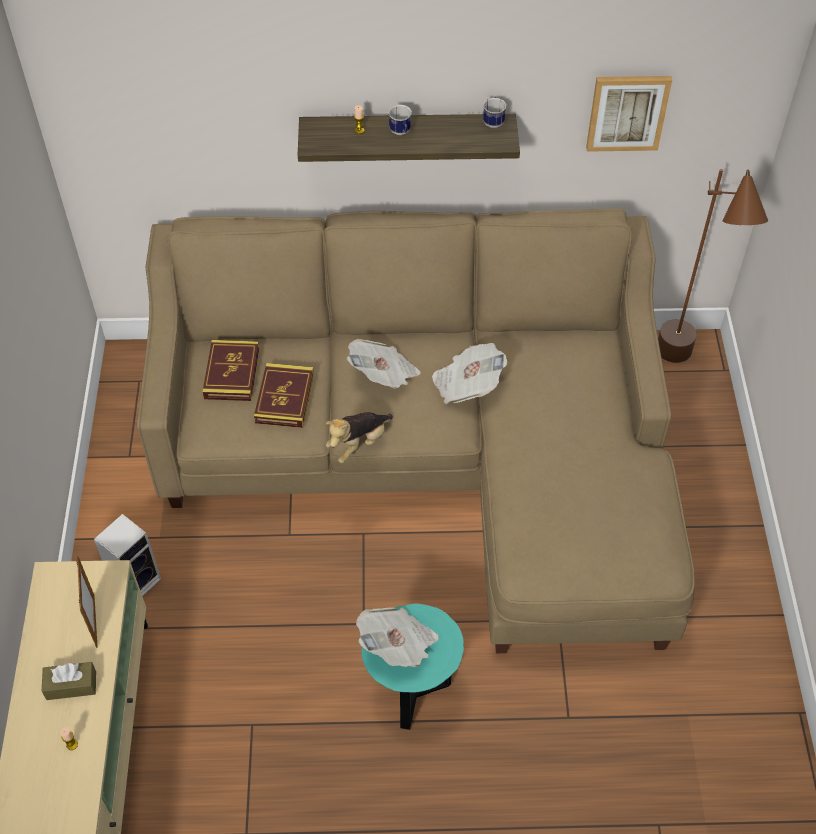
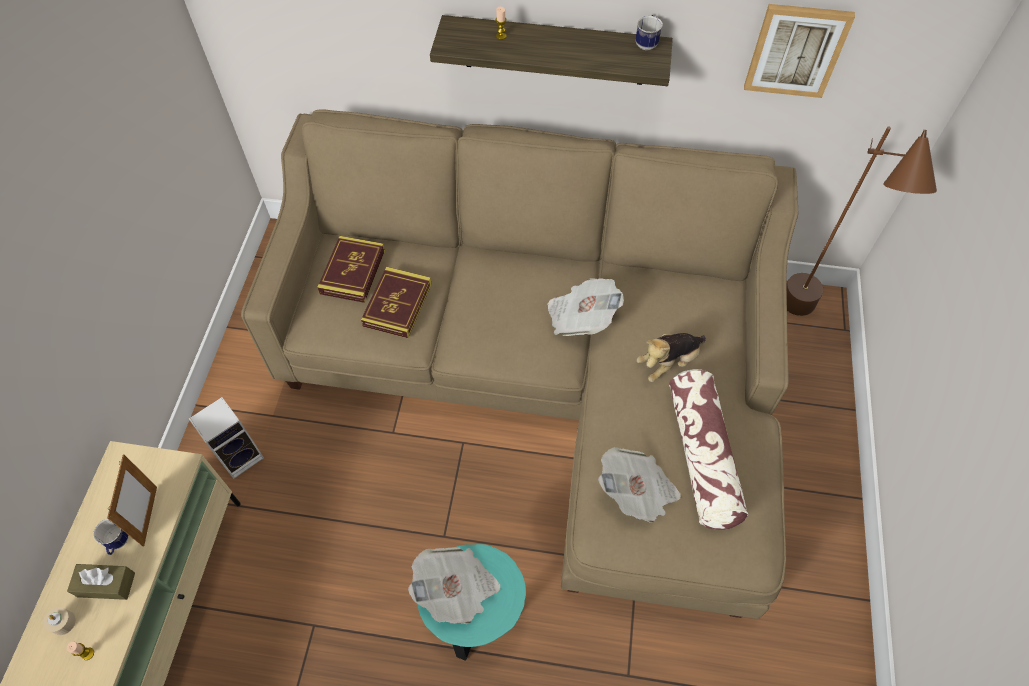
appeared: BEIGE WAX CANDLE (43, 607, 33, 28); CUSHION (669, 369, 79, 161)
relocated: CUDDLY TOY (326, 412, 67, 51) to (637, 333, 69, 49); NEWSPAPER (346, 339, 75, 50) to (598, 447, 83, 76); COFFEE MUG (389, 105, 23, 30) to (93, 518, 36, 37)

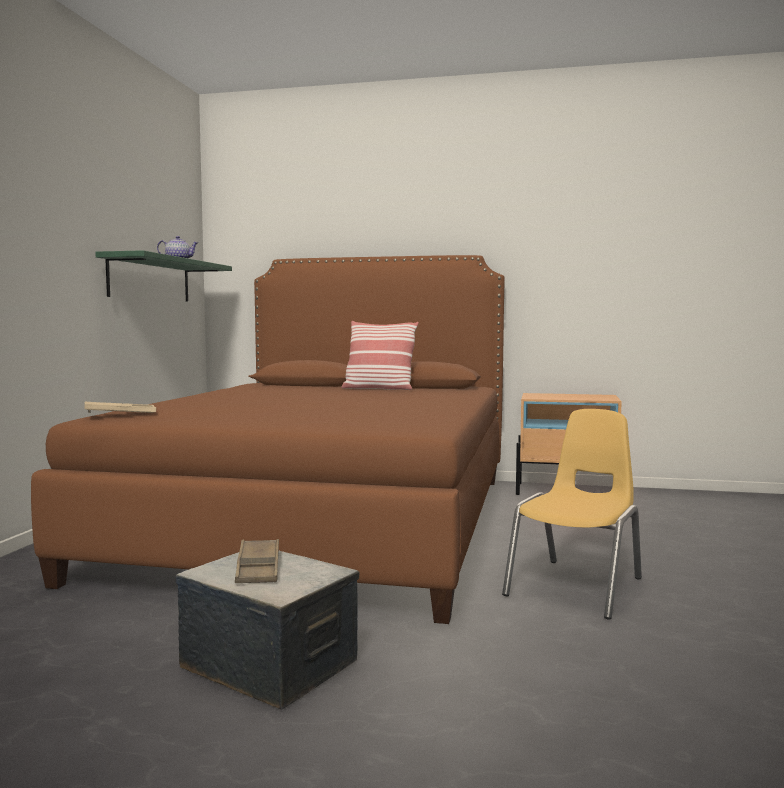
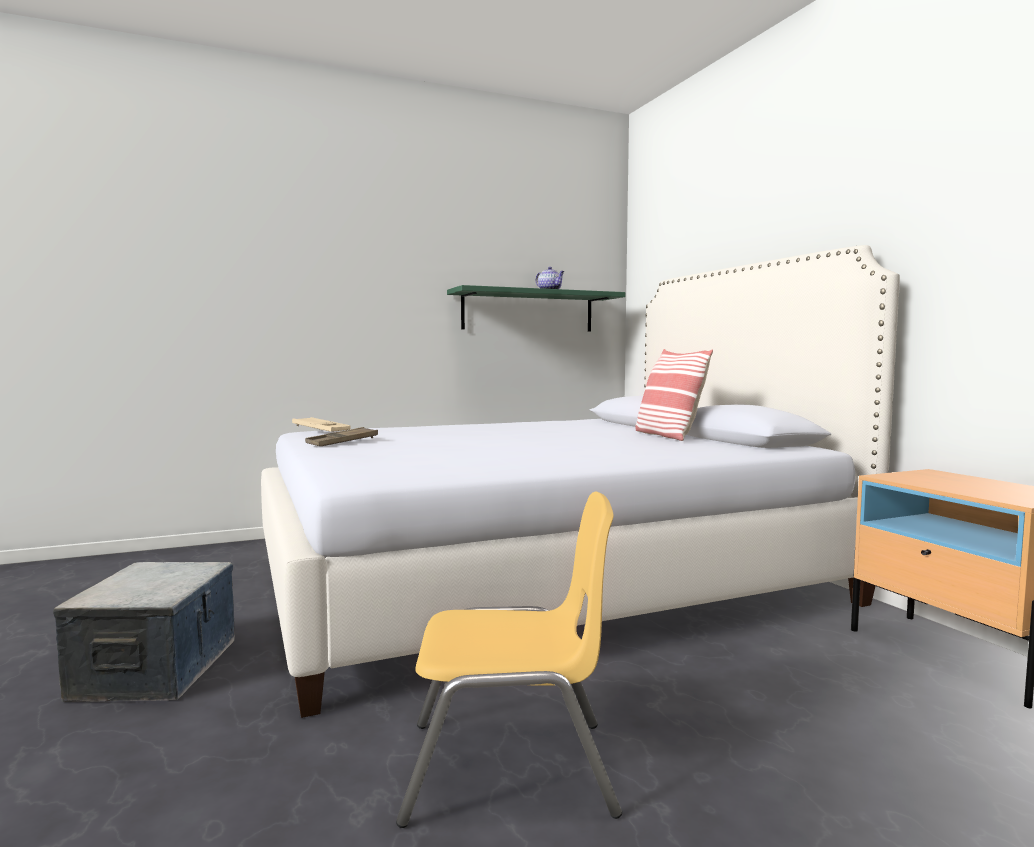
relocated: BROWN TRAY (235, 539, 44, 44) to (305, 427, 73, 19)
colour: BROWN BED (31, 255, 474, 369) to WHITE-COLOURED BED (261, 245, 639, 473)

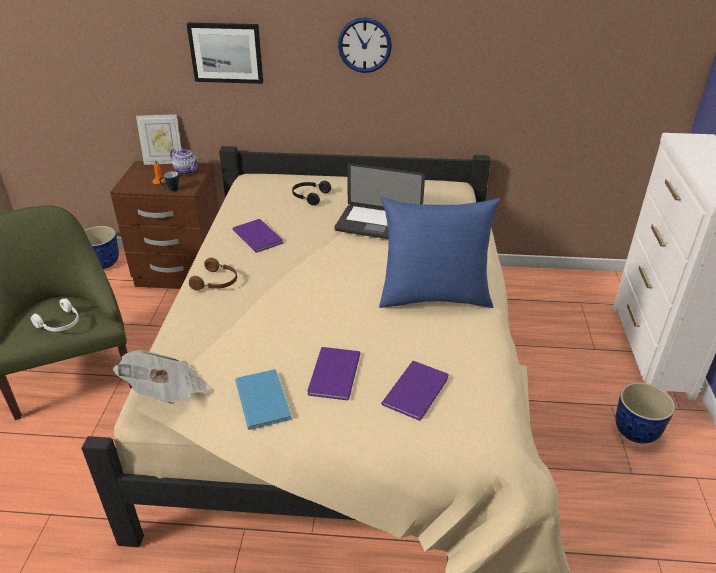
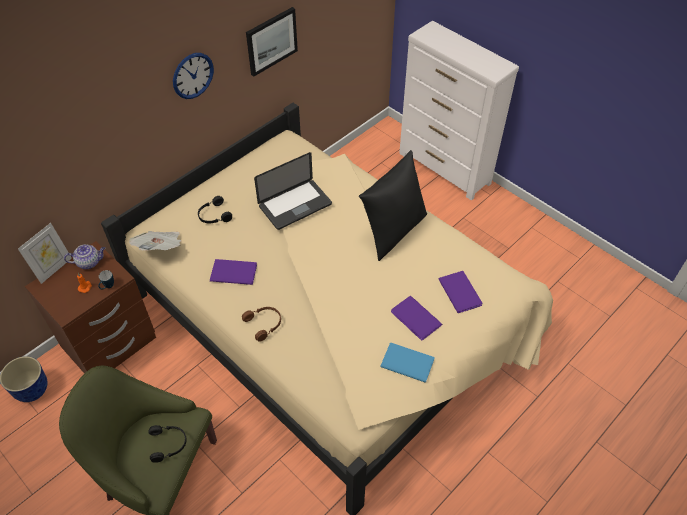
missing: FLOWER POT (615, 382, 60, 62)
relocated: NEWSPAPER (113, 350, 98, 54) to (129, 231, 53, 19); WALL ART (187, 23, 76, 61) to (246, 7, 52, 69)
colour: WHITE-COLOURED HEADPHONES (31, 298, 48, 34) to BLACKISH HEADPHONES (148, 425, 39, 38); BLUISH CUSHION (379, 198, 121, 110) to BLACKISH CUSHION (359, 150, 68, 111)

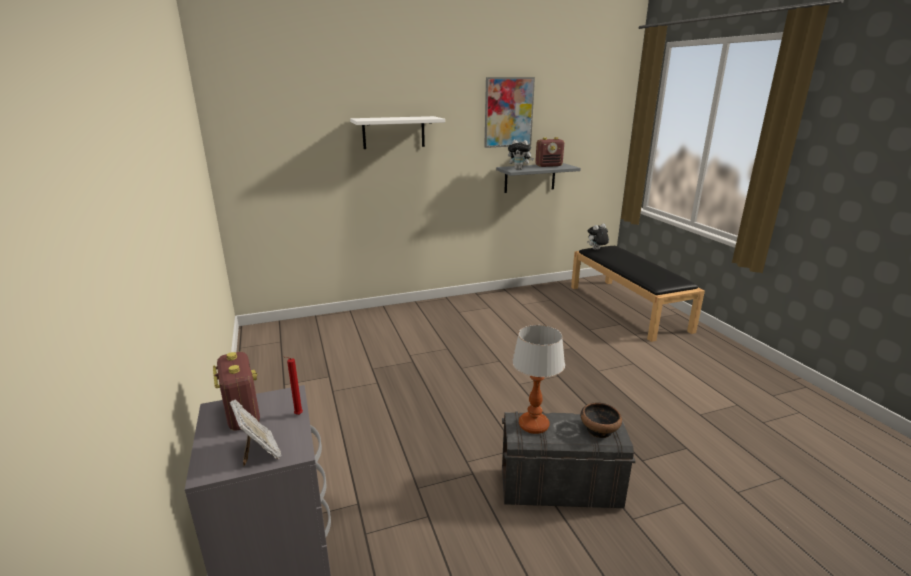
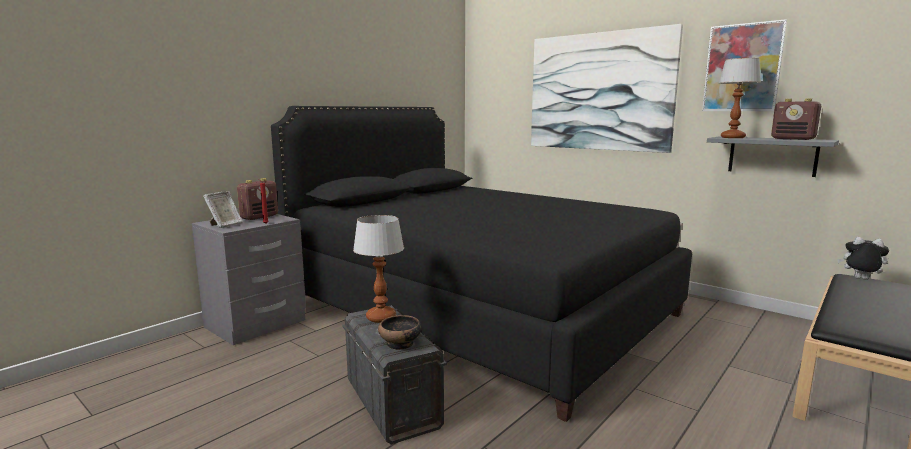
appeared: BLACKISH BED (271, 106, 421, 316)
exchanged: WHITE-COLOURED BRACKET SHELF (350, 116, 95, 33) to WALL ART (531, 24, 152, 129); CUDDLY TOY (508, 140, 26, 30) to TABLETOP LAMP (719, 58, 42, 80)

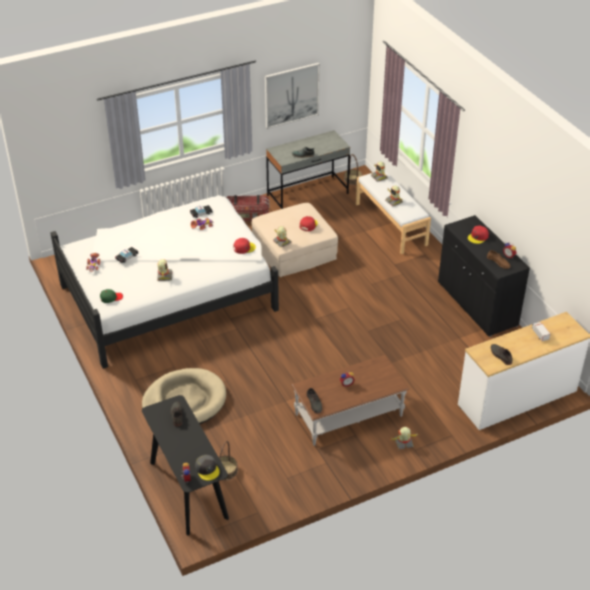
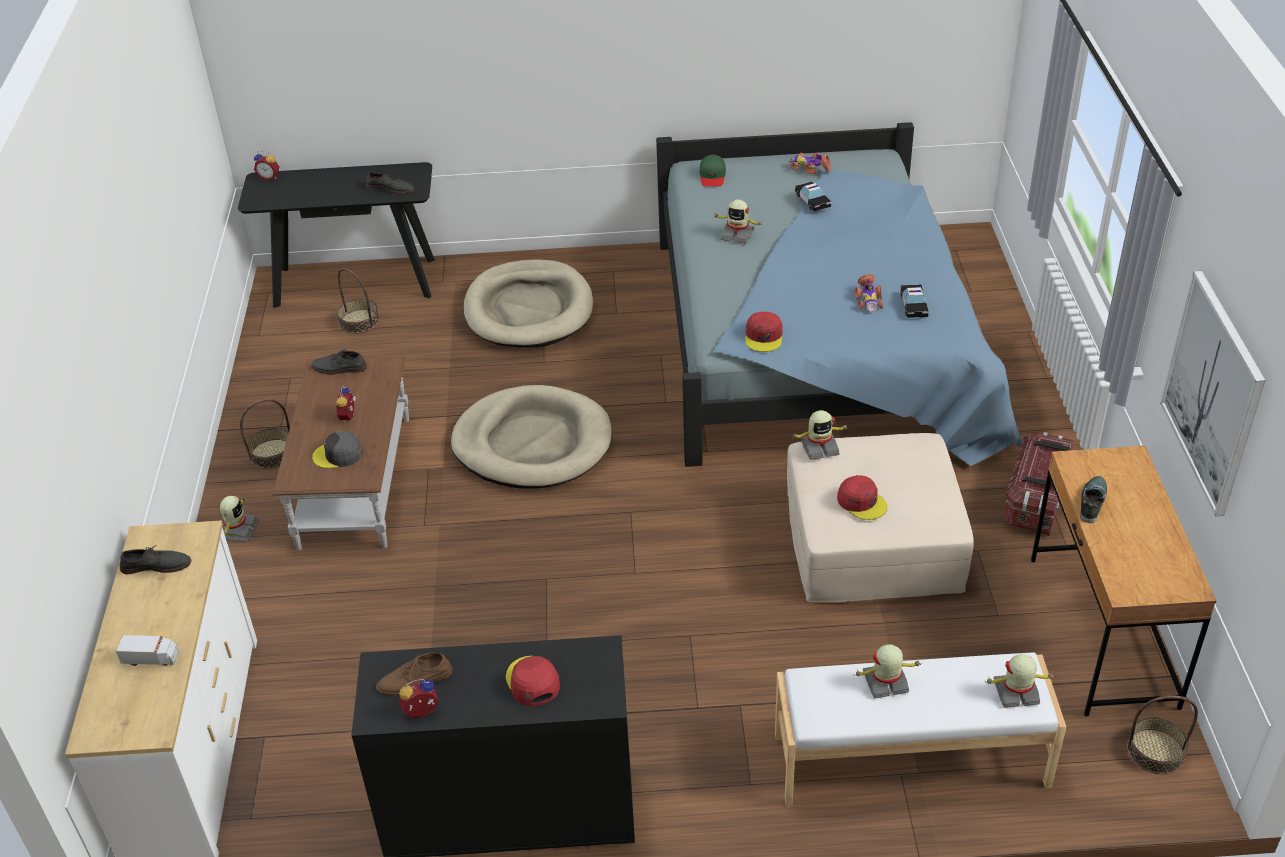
appeared: BASKET (240, 399, 50, 70); BEIGE DOG BED (451, 385, 161, 104)
relocated: GREY BASEBALL CAP (195, 455, 25, 26) to (312, 431, 51, 37)
colour: WHITE-COLOURED BED (50, 195, 229, 174) to BLUISH BED (656, 122, 366, 345); GREY DESK TABLE (266, 130, 84, 79) to BROWN DESK TABLE (1031, 446, 185, 270)

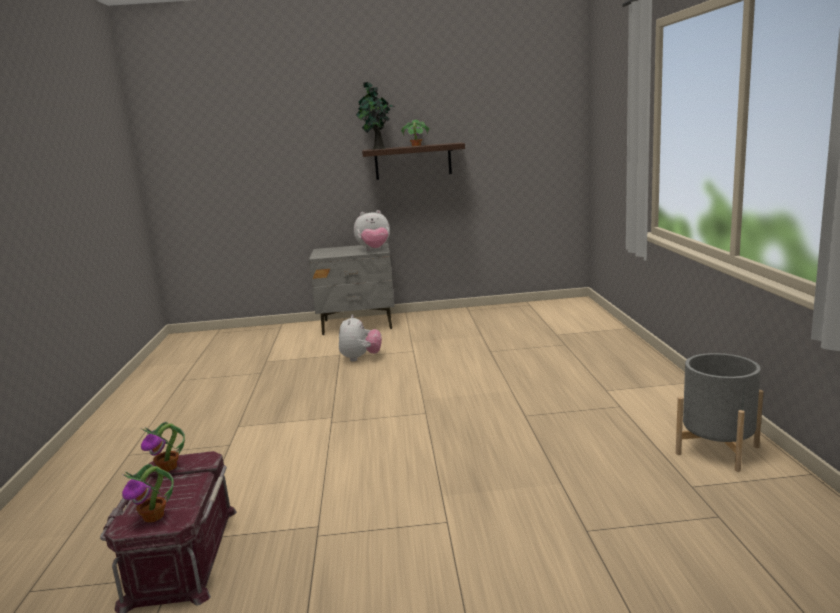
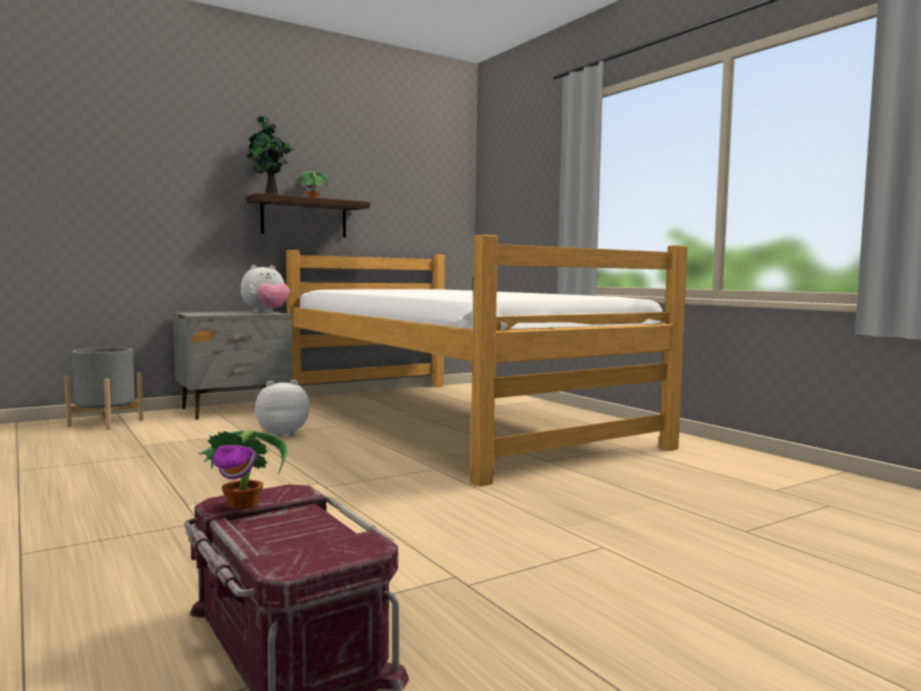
missing: POTTED PLANT (122, 464, 52, 58)
appeared: BED (286, 235, 402, 252)
relocated: GREY FLOWER POT (676, 353, 87, 119) to (64, 347, 79, 83)
spun: CUDDLY TOY (339, 315, 43, 47) = (255, 380, 55, 57) 90 degrees counterclockwise

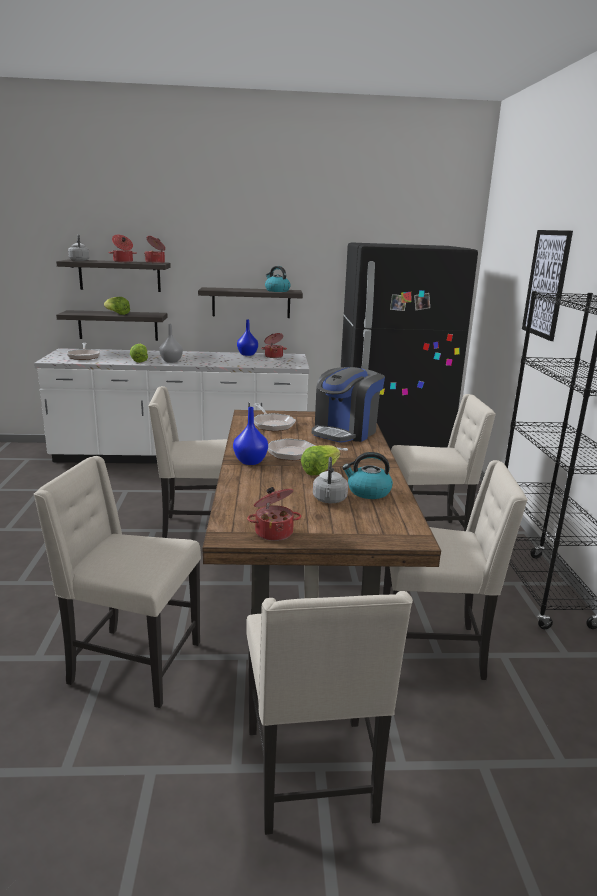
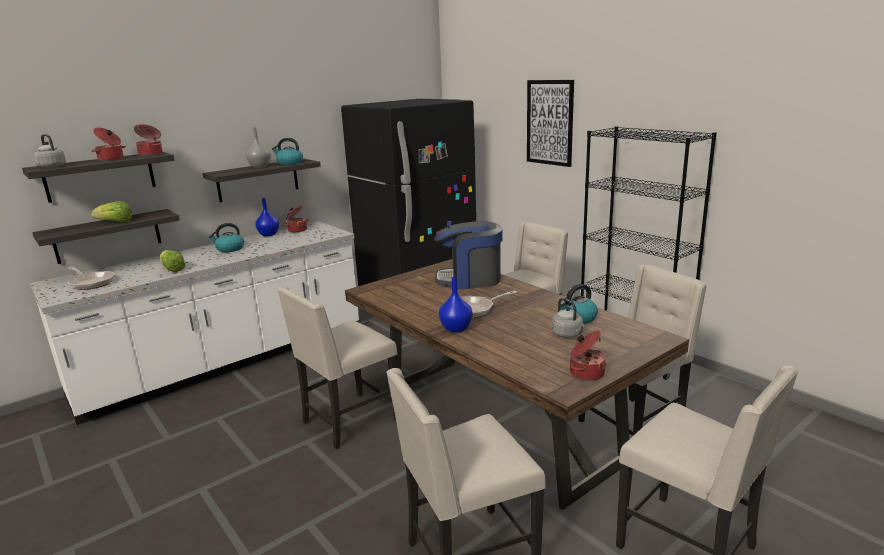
missing: SKILLET (254, 403, 42, 29); HEAD OF LETTUCE (301, 445, 39, 31)
appeared: WATER KETTLE (209, 223, 35, 29)
relocated: GREY FLOWER VASE (159, 324, 24, 39) to (246, 127, 25, 41)
spun: COFFEE MACHINE (312, 367, 73, 76) = (434, 221, 68, 68) 90 degrees clockwise

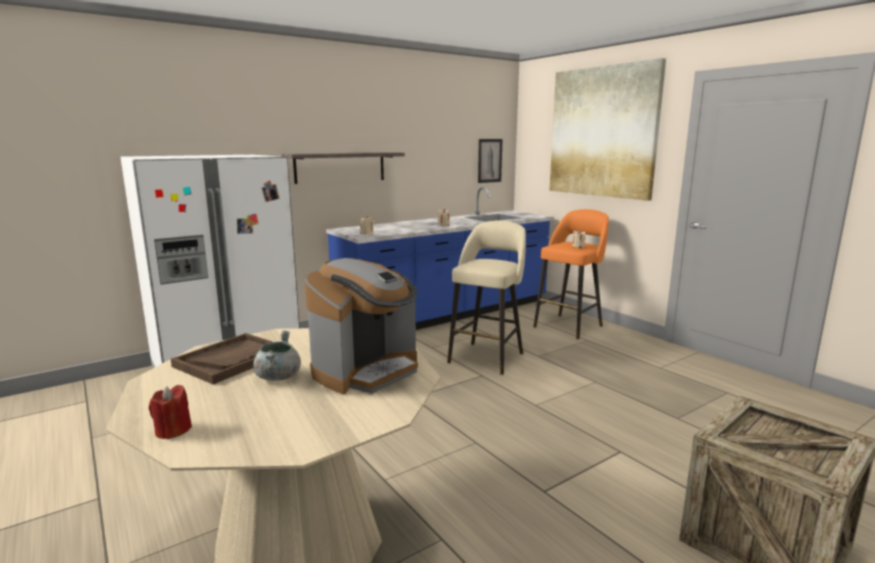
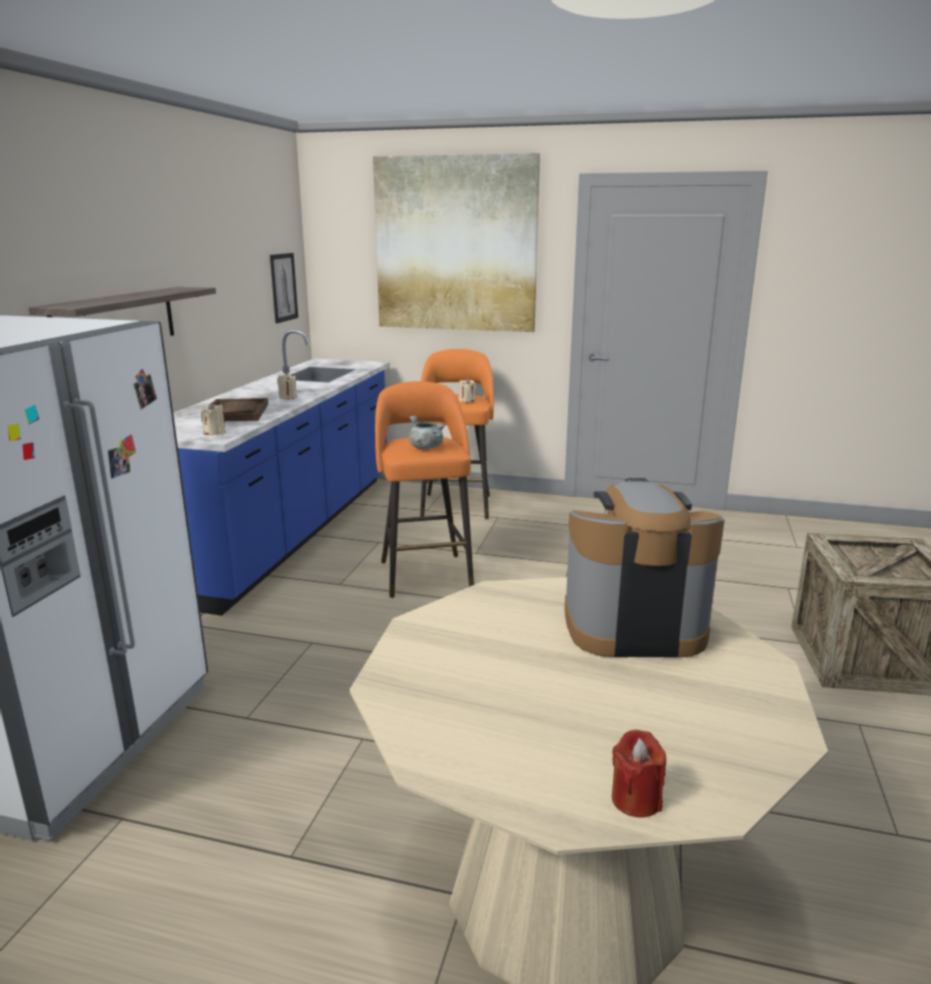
relocated: BROWN TRAY (171, 333, 102, 51) to (201, 398, 67, 23); GREY COOKING POT (253, 331, 48, 50) to (409, 416, 36, 33)
colour: BEIGE SITTING STOOL (447, 221, 79, 154) to ORANGE-COLOURED SITTING STOOL (375, 381, 99, 217)
spun: COFFEE MACHINE (304, 258, 114, 136) = (565, 478, 160, 179) 90 degrees counterclockwise

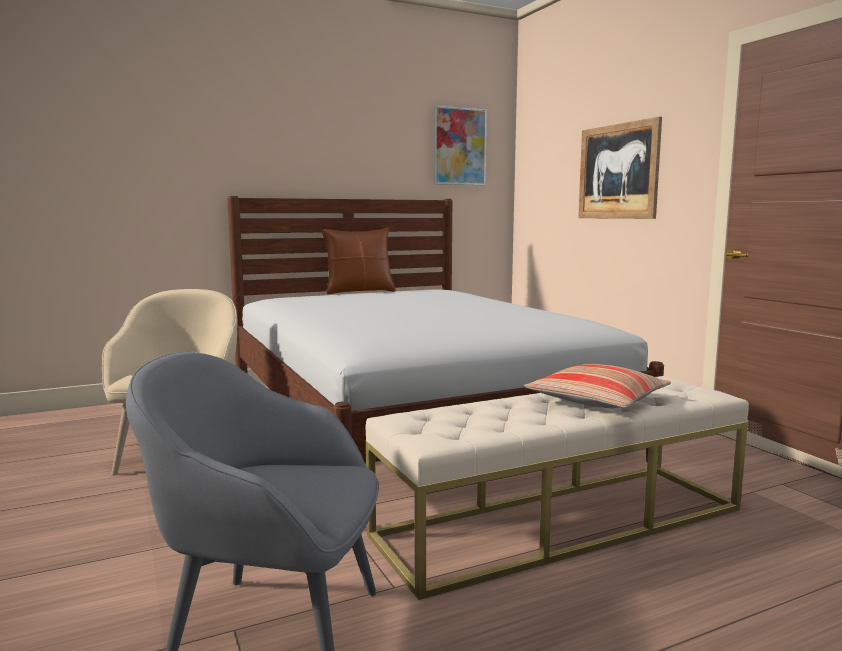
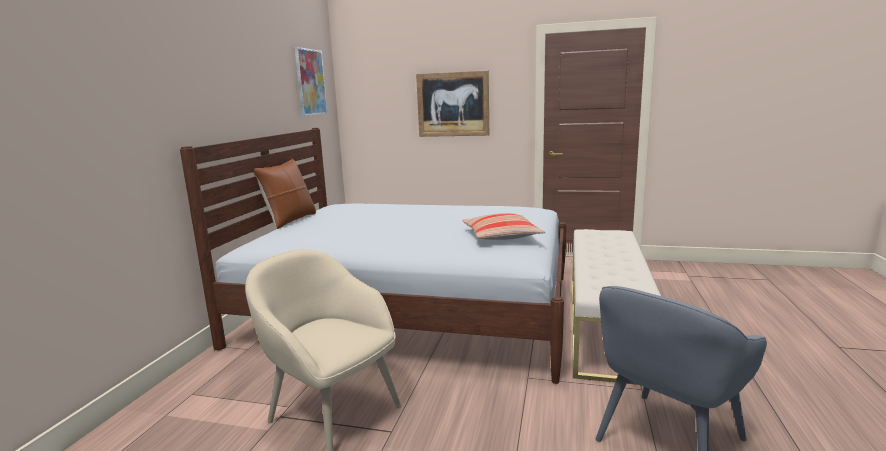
relocated: CUSHION (524, 364, 147, 44) to (462, 213, 83, 27)

